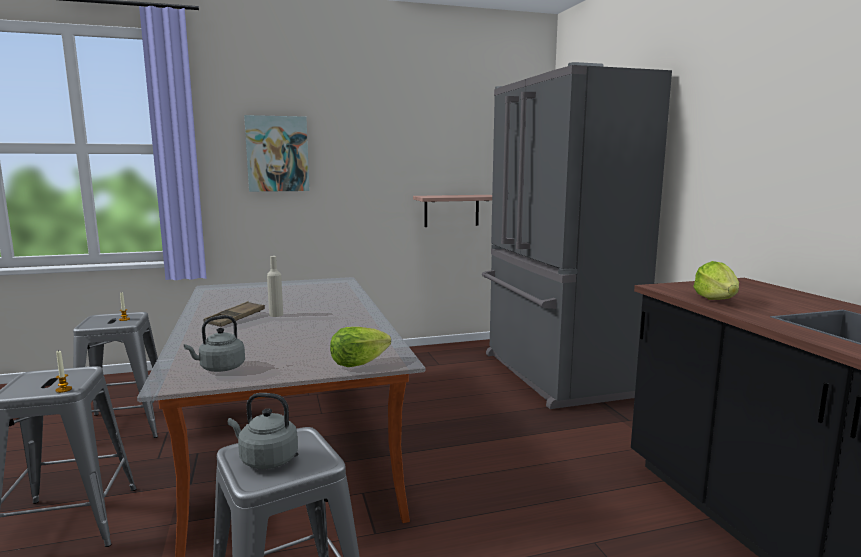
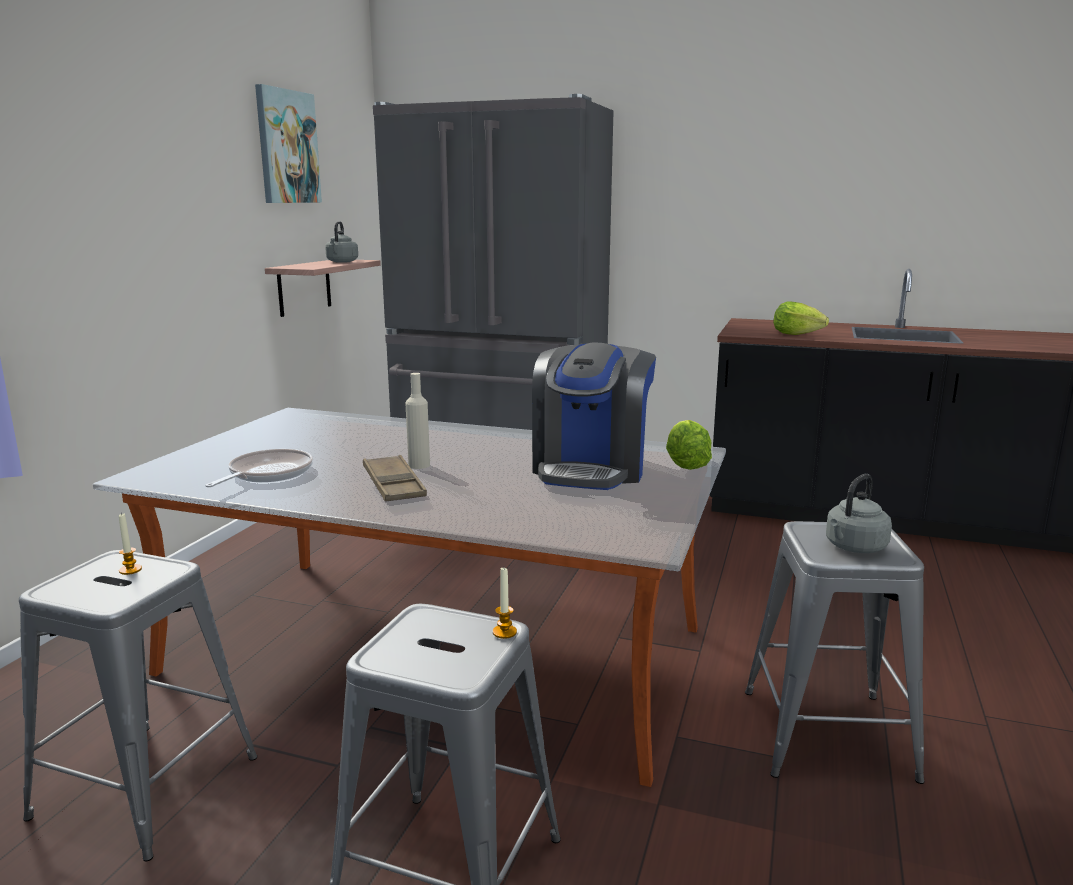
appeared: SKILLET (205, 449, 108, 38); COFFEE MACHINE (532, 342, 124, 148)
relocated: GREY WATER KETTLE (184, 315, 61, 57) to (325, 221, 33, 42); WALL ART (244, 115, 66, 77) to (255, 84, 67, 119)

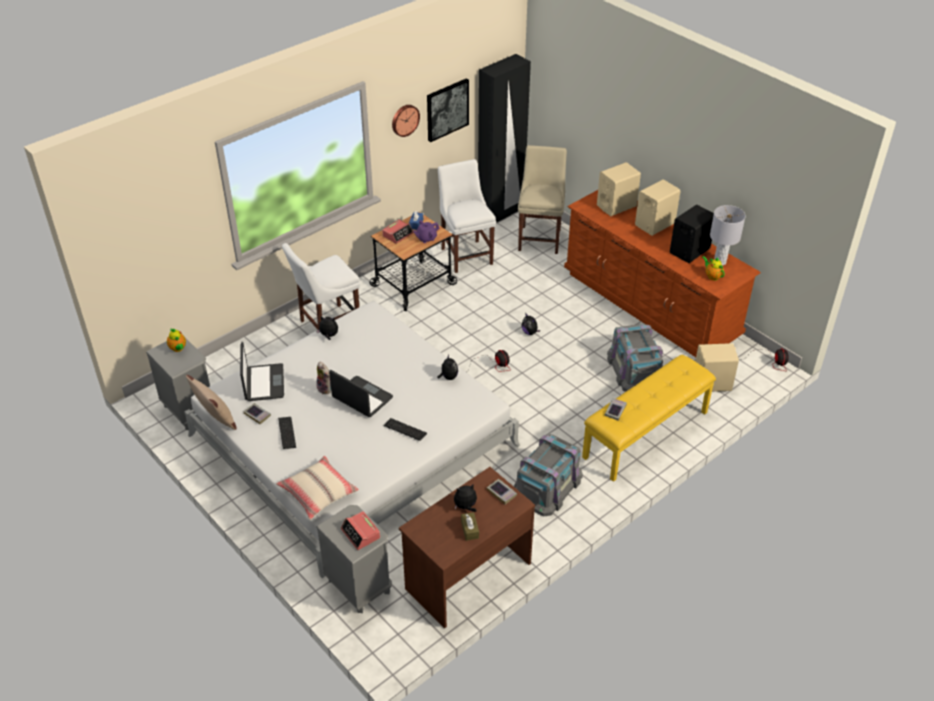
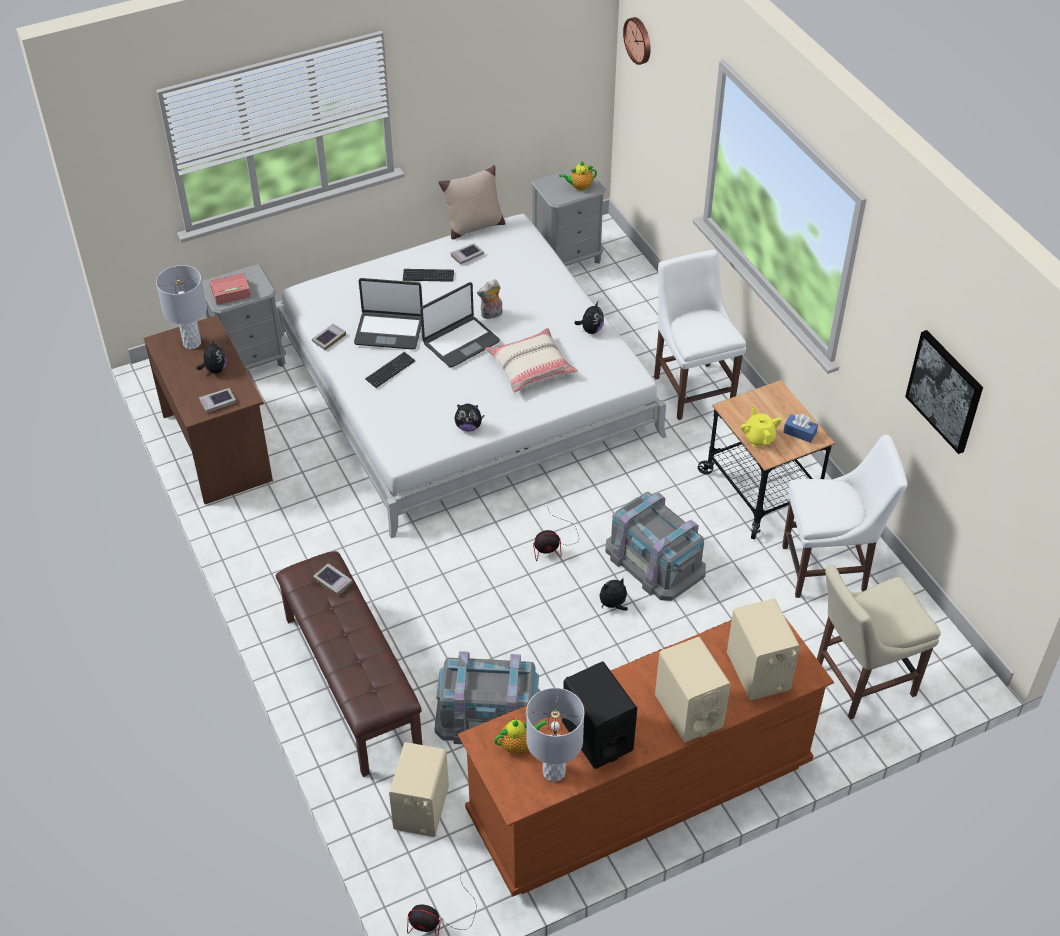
missing: TABLE CLOCK (382, 220, 32, 24); BROWN TISSUE HOLDER (461, 512, 18, 29); BLACKISH WARDROBE (478, 54, 53, 169)
appeared: GREY TABLETOP LAMP (156, 265, 51, 84); BOUND BOOK (312, 324, 34, 26)
relocated: PORTABLE COMPUTER (240, 341, 44, 60) to (354, 278, 69, 71); BEIGE CUSHION (276, 456, 83, 64) to (485, 328, 93, 65); WALL CLOCK (392, 105, 28, 32) to (623, 17, 28, 48); GREY STORAGE CONTAINER (514, 434, 69, 83) to (605, 492, 101, 109)
colour: PURPLE POT FOR TEA (413, 220, 27, 23) to YELLOW-COLOURED POT FOR TEA (741, 406, 41, 41); YELLOW-COLOURED LONG SEAT (582, 355, 134, 127) to BROWN LONG SEAT (276, 551, 146, 226)
spun: BEIGE PLAIN CHAIR (518, 145, 49, 109) = (817, 565, 124, 155) 135 degrees clockwise

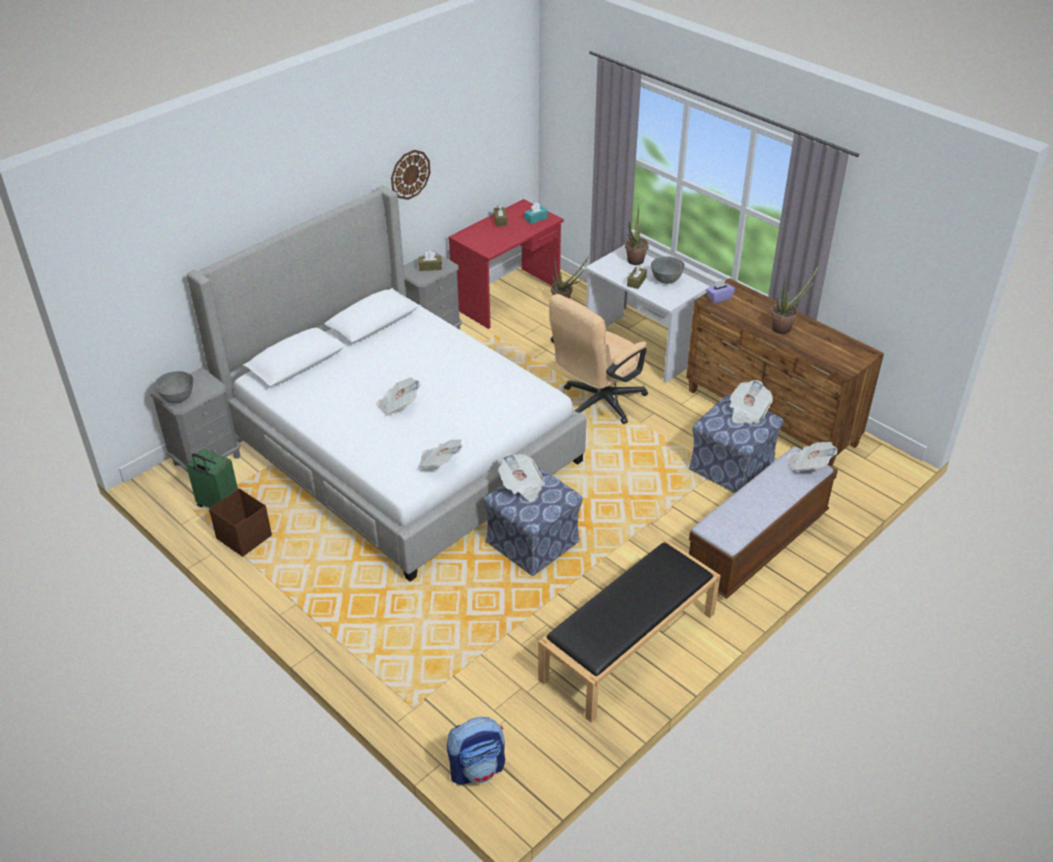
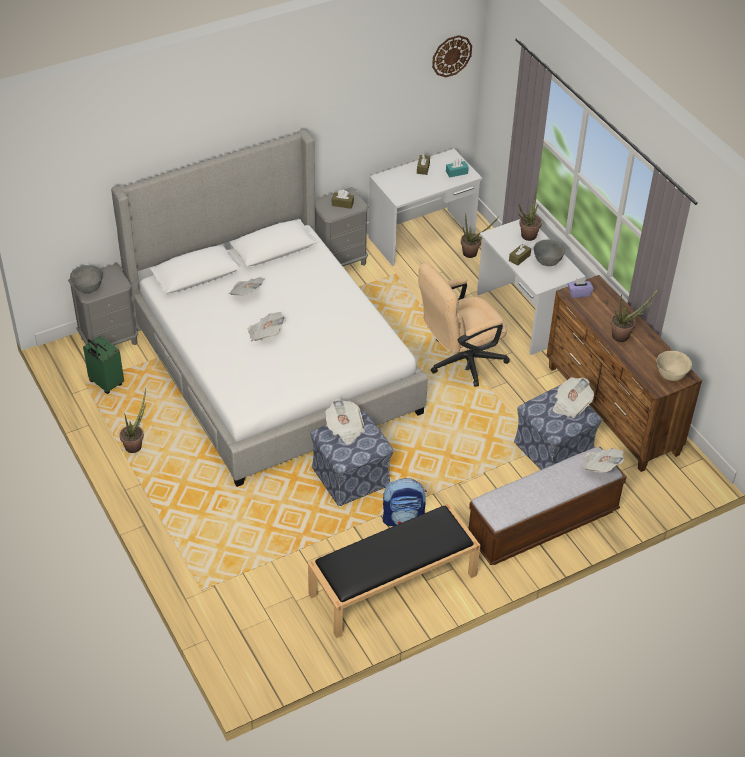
missing: BROWN STORAGE CONTAINER (209, 488, 63, 69)
appeared: POTTED PLANT (119, 388, 27, 65); BEIGE DEEP DISH (657, 351, 35, 30)
relocated: WALL CLOCK (391, 150, 40, 50) to (432, 35, 40, 42); NEWSPAPER (418, 439, 44, 29) to (228, 277, 37, 19); RUCKSACK (447, 717, 58, 68) to (383, 478, 44, 48)
colour: REDDISH DESK TABLE (448, 199, 116, 130) to WHITE-COLOURED DESK TABLE (368, 149, 114, 117)

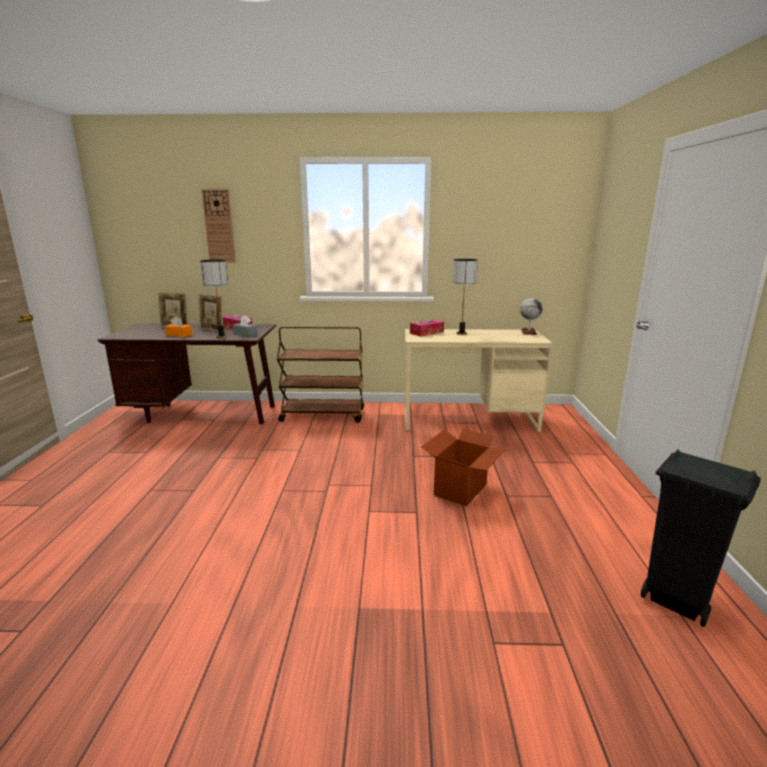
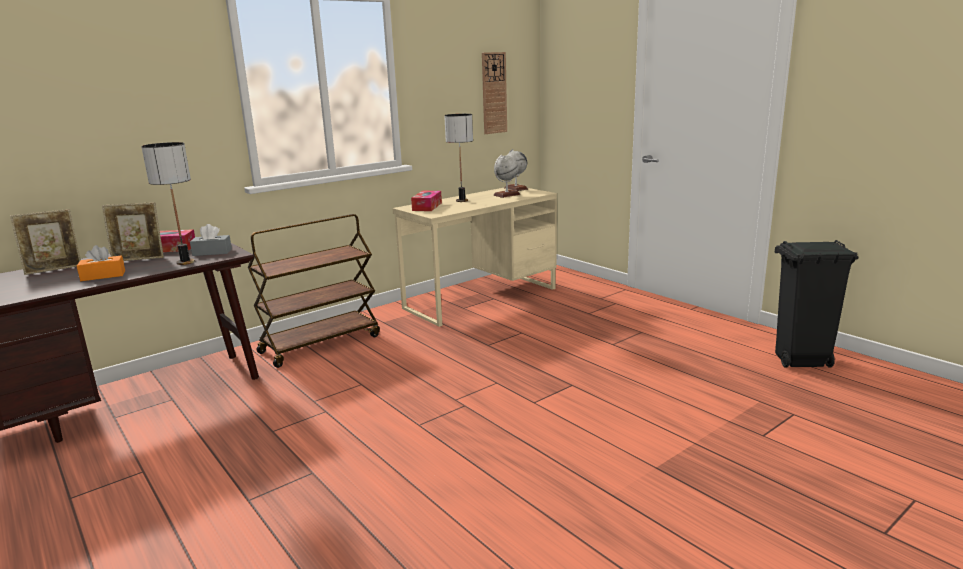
missing: CARTON (421, 429, 85, 77)
appeared: WORLD GLOBE (493, 155, 27, 43)
relocated: WALL CLOCK (201, 189, 35, 74) to (482, 52, 25, 82)

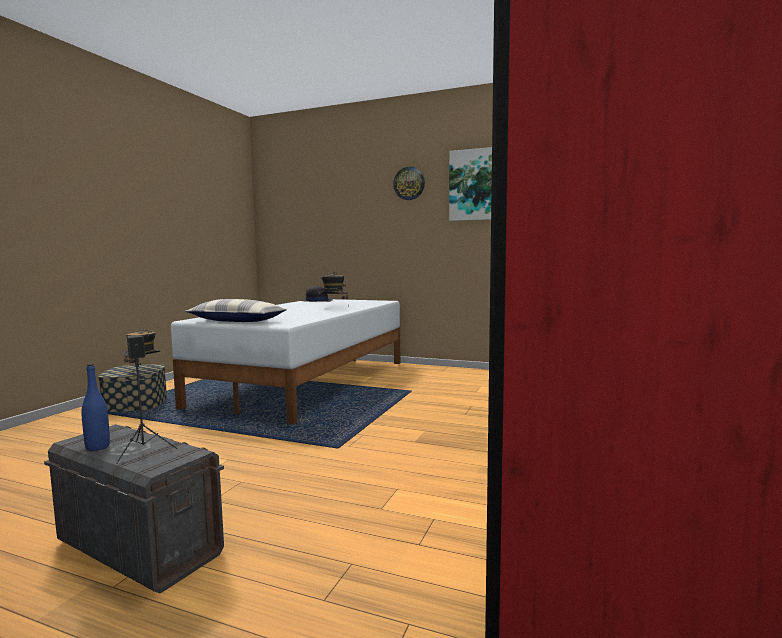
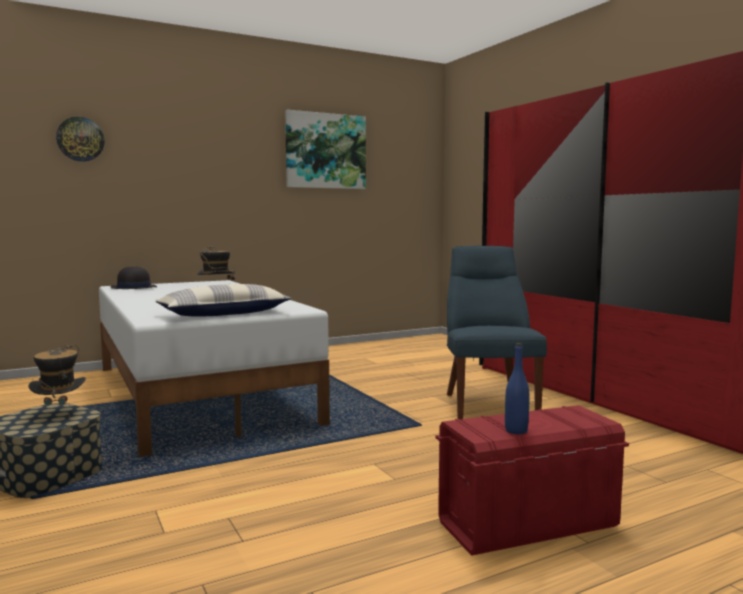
missing: BLACKISH SPEAKER (116, 335, 62, 129)
appeared: BLUISH PLAIN CHAIR (447, 246, 100, 174)
relocated: WALL CLOCK (393, 167, 32, 33) to (56, 117, 48, 45)
colour: GREY STORAGE CONTAINER (44, 424, 180, 170) to REDDISH STORAGE CONTAINER (436, 405, 193, 151)

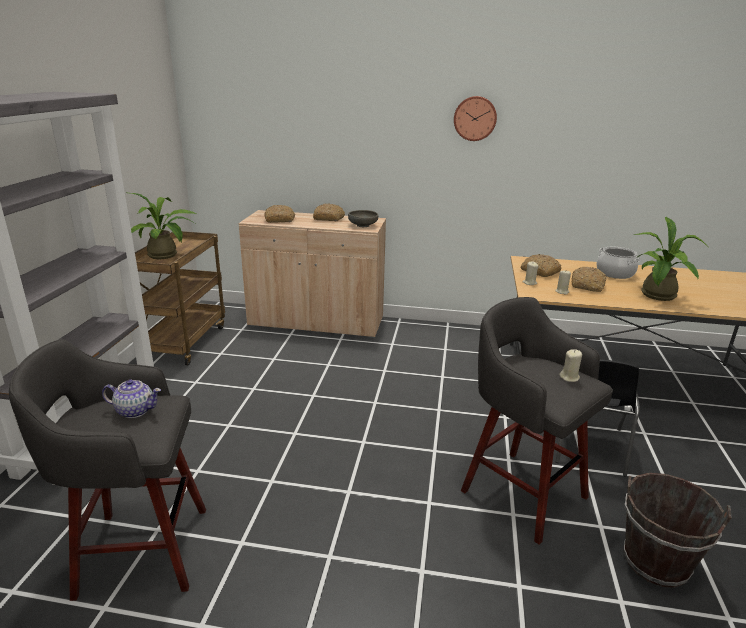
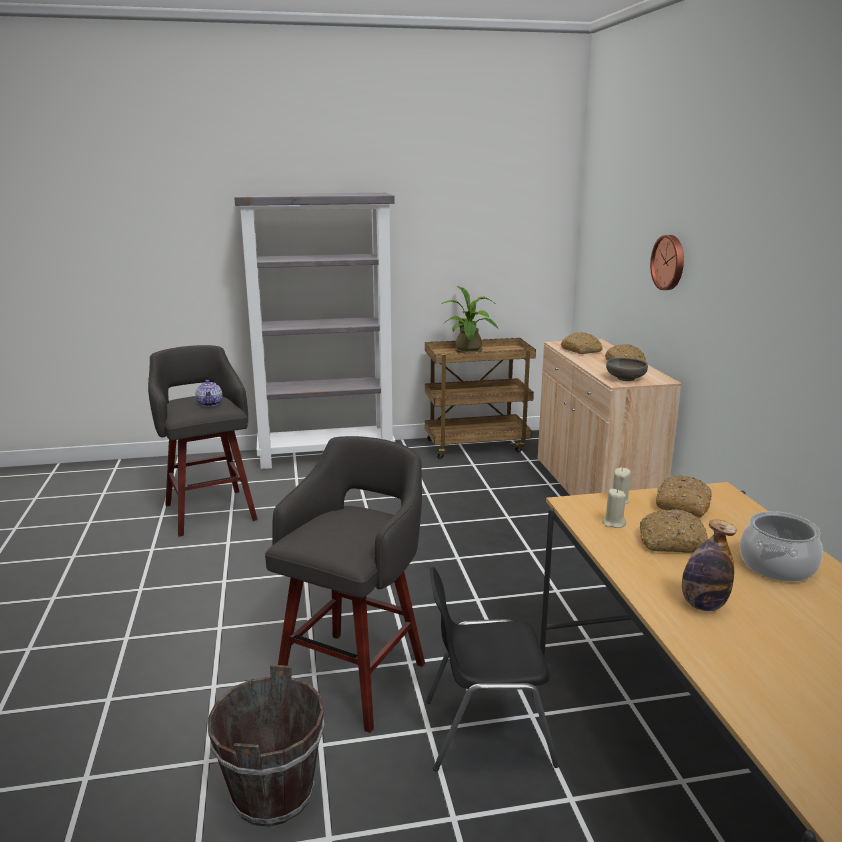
missing: BEIGE WAX CANDLE (559, 349, 23, 33)
relocated: WALL CLOCK (454, 96, 43, 45) to (650, 235, 34, 55)
exchanged: POTTED PLANT (634, 217, 74, 84) to DRINK BOTTLE (682, 519, 55, 92)

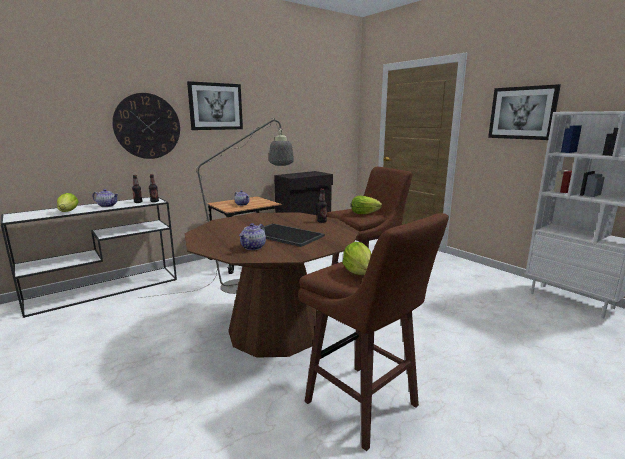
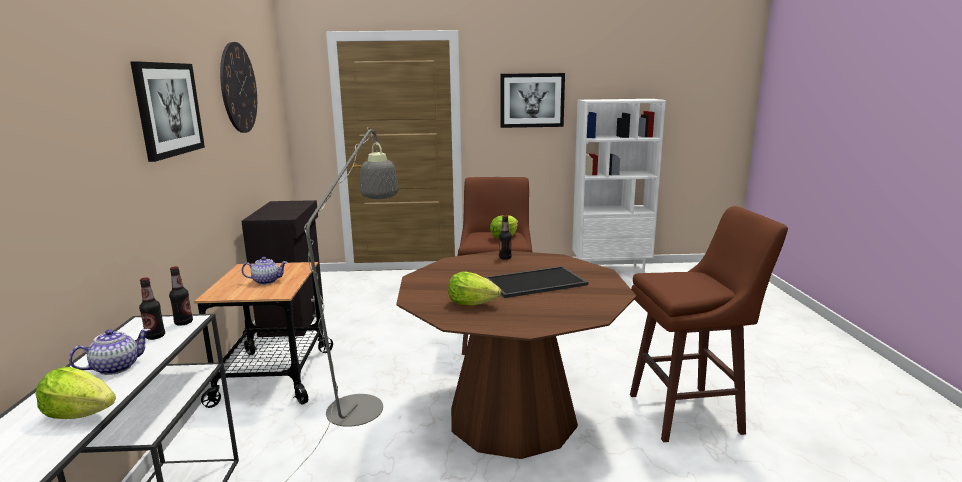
missing: POT FOR TEA (239, 223, 27, 27)
relocated: WALL CLOCK (112, 93, 68, 66) to (220, 42, 37, 91); HEAD OF LETTUCE (342, 242, 29, 33) to (448, 272, 53, 34)

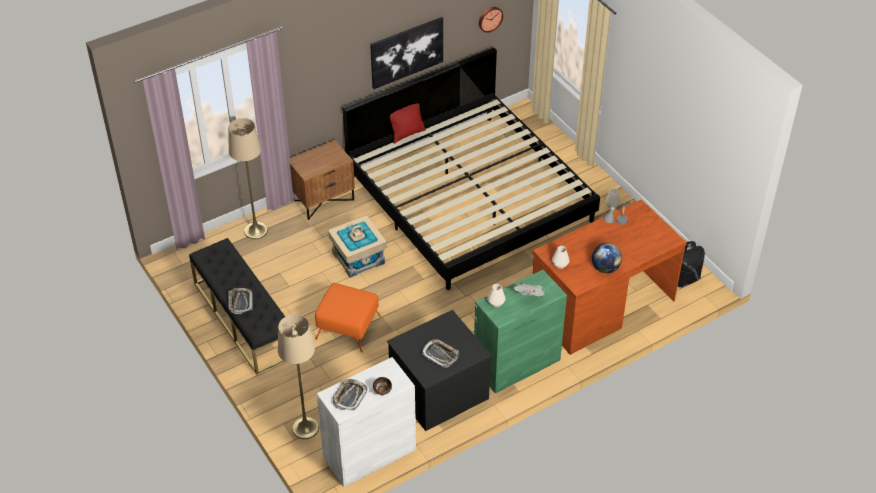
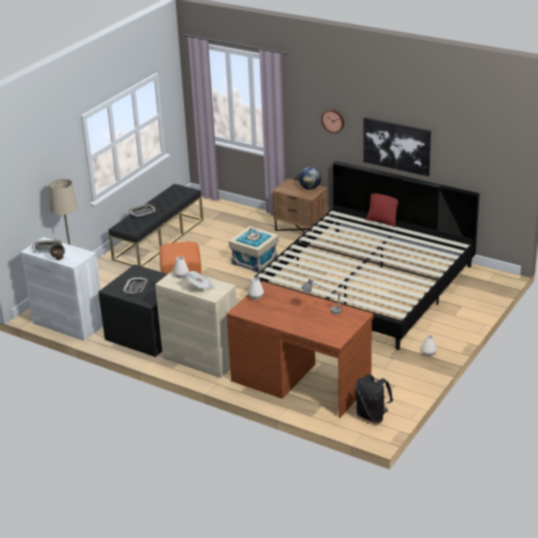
missing: BEIGE FLOOR LAMP (228, 118, 40, 121)
relocated: WALL CLOCK (479, 7, 24, 26) to (321, 109, 23, 24); WORLD GLOBE (592, 243, 30, 30) to (299, 167, 22, 23)
colour: GREEN-COLOURED CABINET (474, 270, 93, 124) to BEIGE CABINET (155, 271, 82, 107)

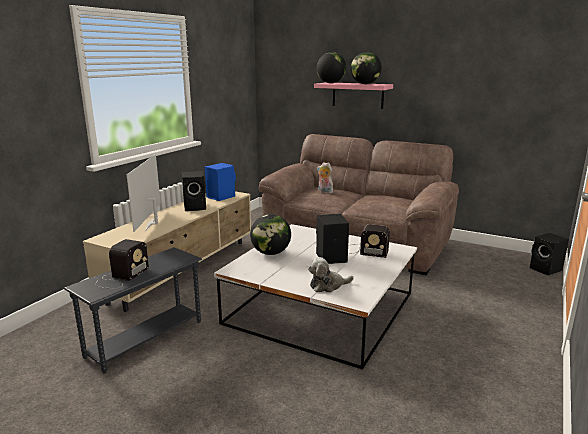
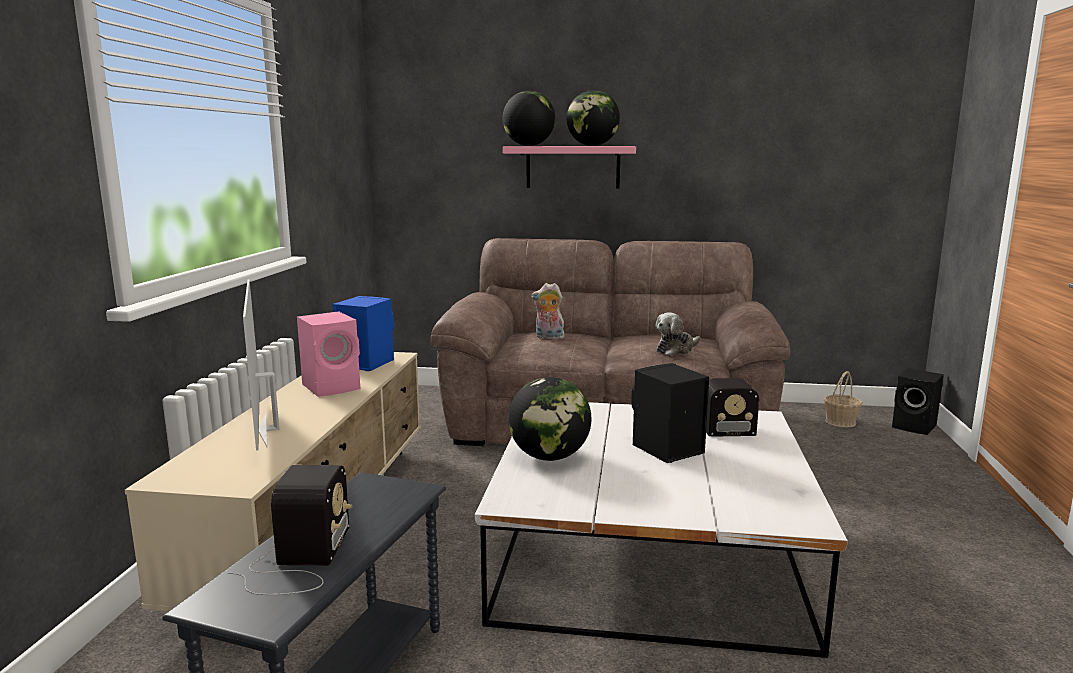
appeared: BASKET (824, 371, 38, 56)
relocated: CUDDLY TOY (308, 257, 46, 35) to (656, 312, 44, 44)
colour: BLACKISH SPEAKER (182, 171, 24, 40) to PINK SPEAKER (297, 311, 63, 86)

